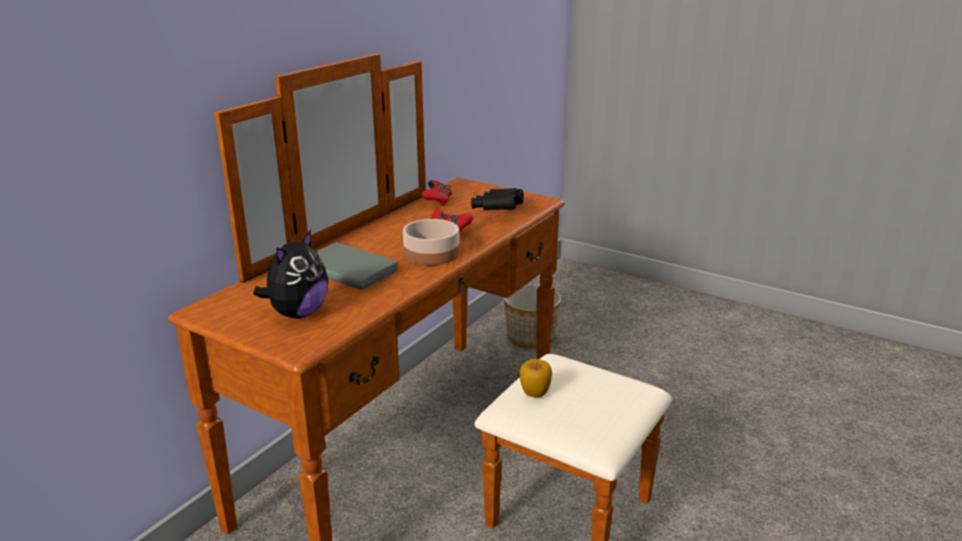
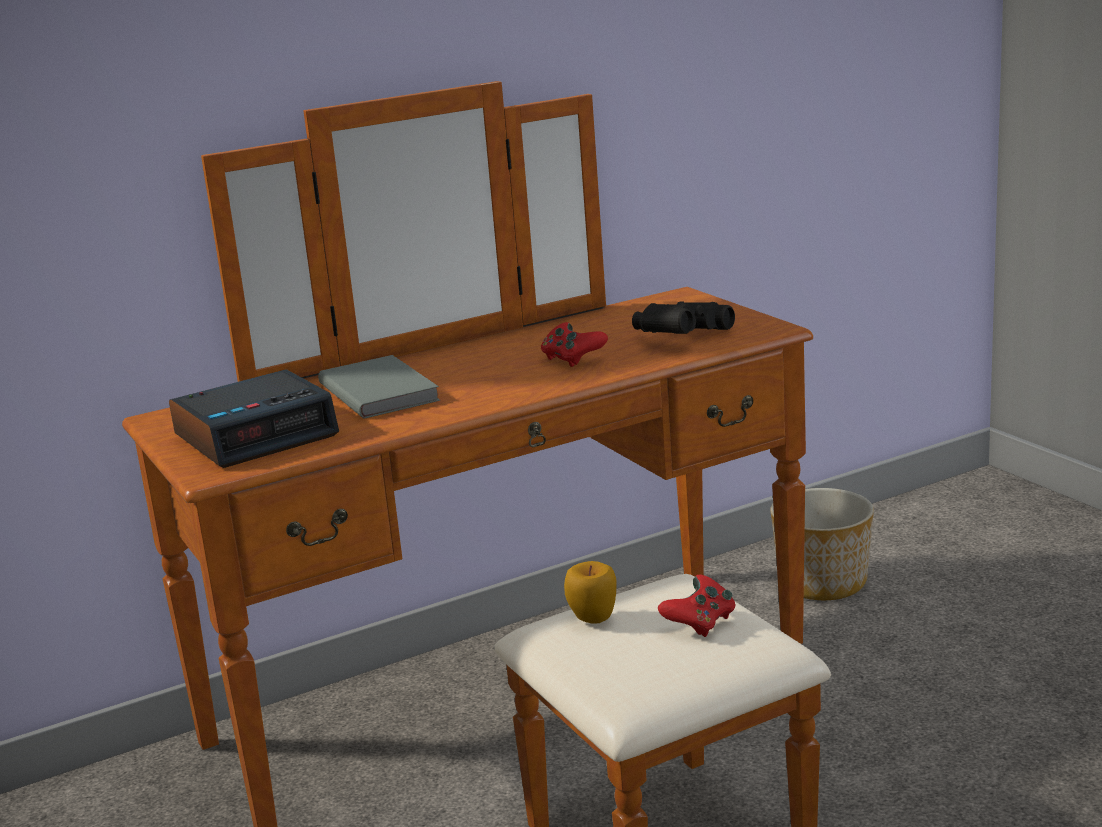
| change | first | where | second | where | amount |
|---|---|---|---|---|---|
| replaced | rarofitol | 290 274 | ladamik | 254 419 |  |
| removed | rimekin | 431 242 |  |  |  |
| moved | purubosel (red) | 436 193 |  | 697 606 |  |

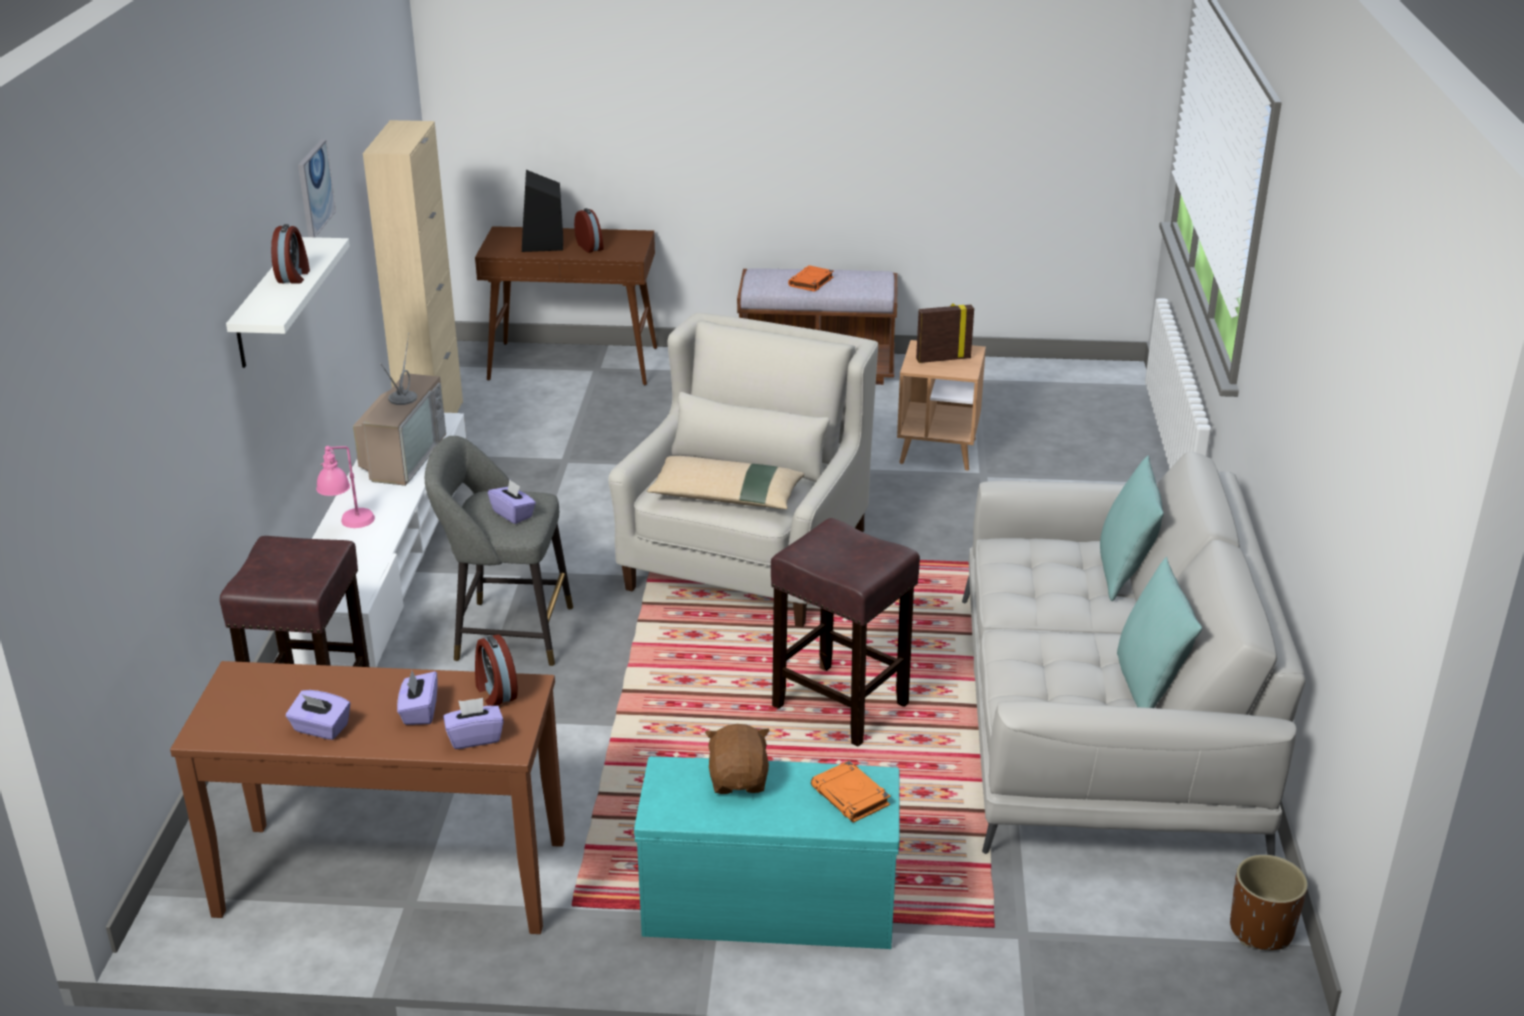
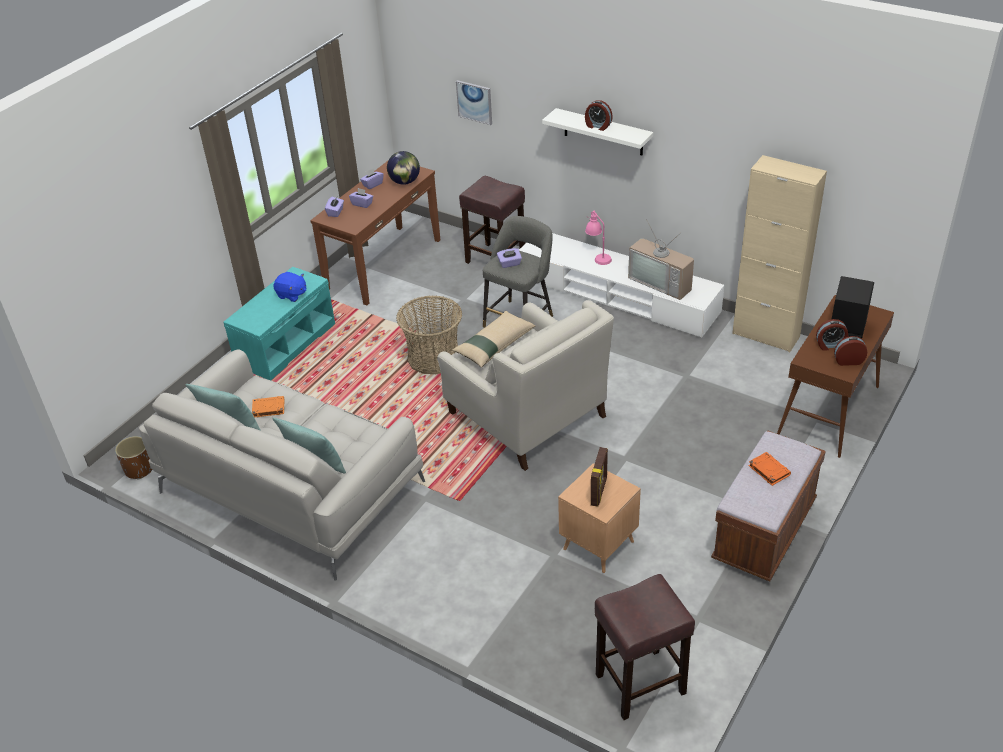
| change | first | where | second | where | amount |
|---|---|---|---|---|---|
| moved | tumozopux | 317 188 |  | 474 102 |  |
| moved | ladamik | 496 670 |  | 850 351 |  |
| recoloured | rarofitol (brown) | 737 759 | rarofitol (blue) | 289 287 |  |
| moved | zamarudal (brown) | 845 632 |  | 645 647 |  |
| moved | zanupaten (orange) | 850 792 |  | 268 407 |  |
| added |  |  | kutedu | 403 168 |  |
| added |  |  | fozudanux | 429 334 |  |

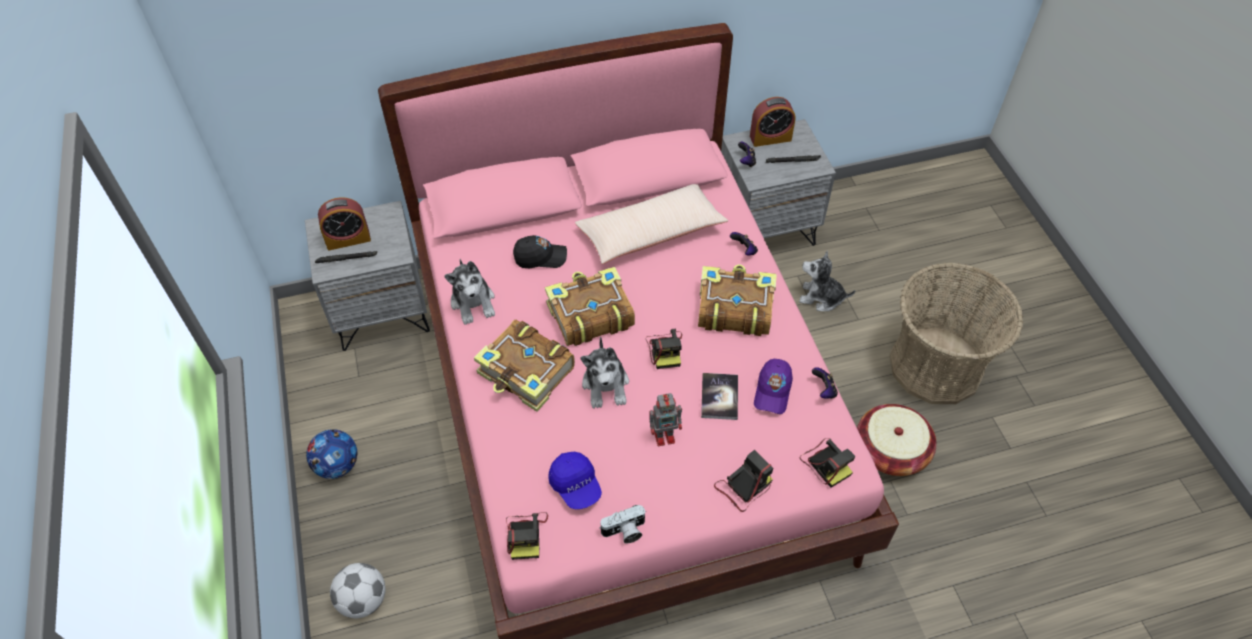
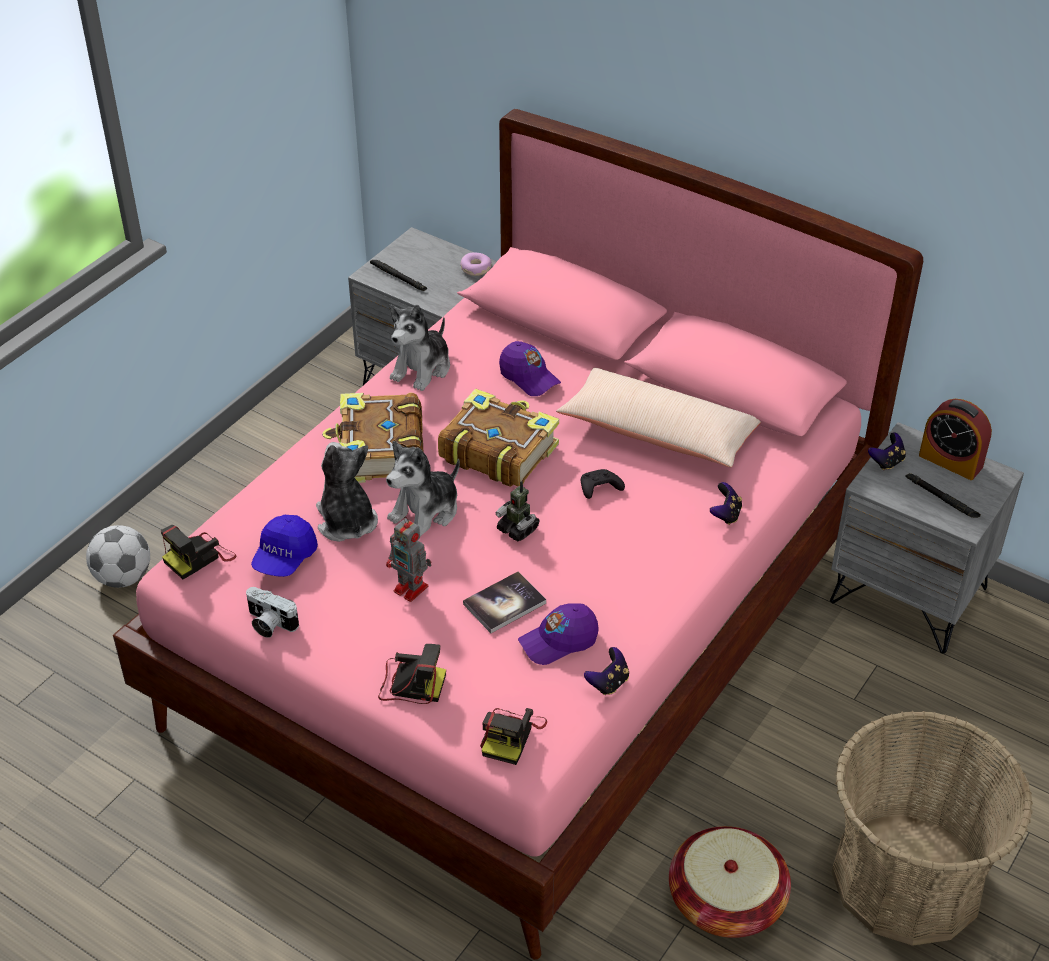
| change | first | where | second | where | amount |
|---|---|---|---|---|---|
| removed | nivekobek | 331 454 |  |  |  |
| removed | ladamik | 344 223 |  |  |  |
| recoloured | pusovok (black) | 540 251 | pusovok (purple) | 530 368 |  |
| replaced | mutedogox | 664 349 | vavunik | 518 511 |  |
| removed | zanupaten | 737 300 |  |  |  |
| moved | rarofitol | 827 281 |  | 347 492 |  |
| added |  |  | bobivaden | 476 264 |  |
| added |  |  | purubosel (black) | 603 484 |  |

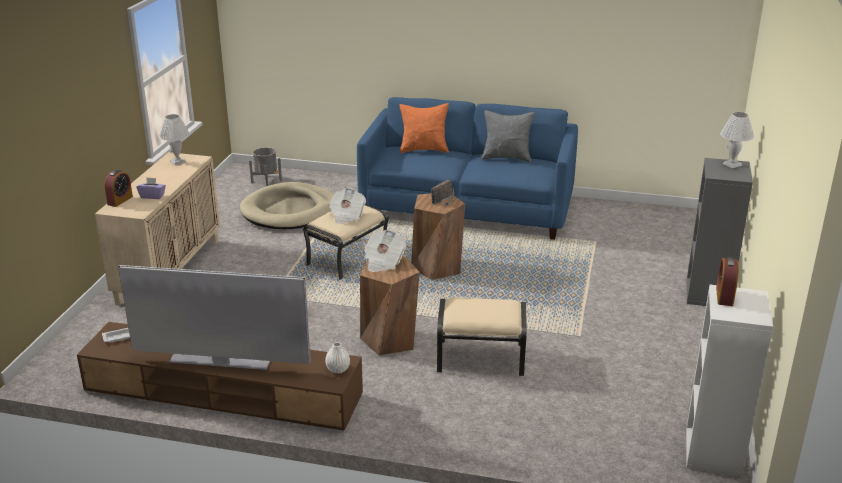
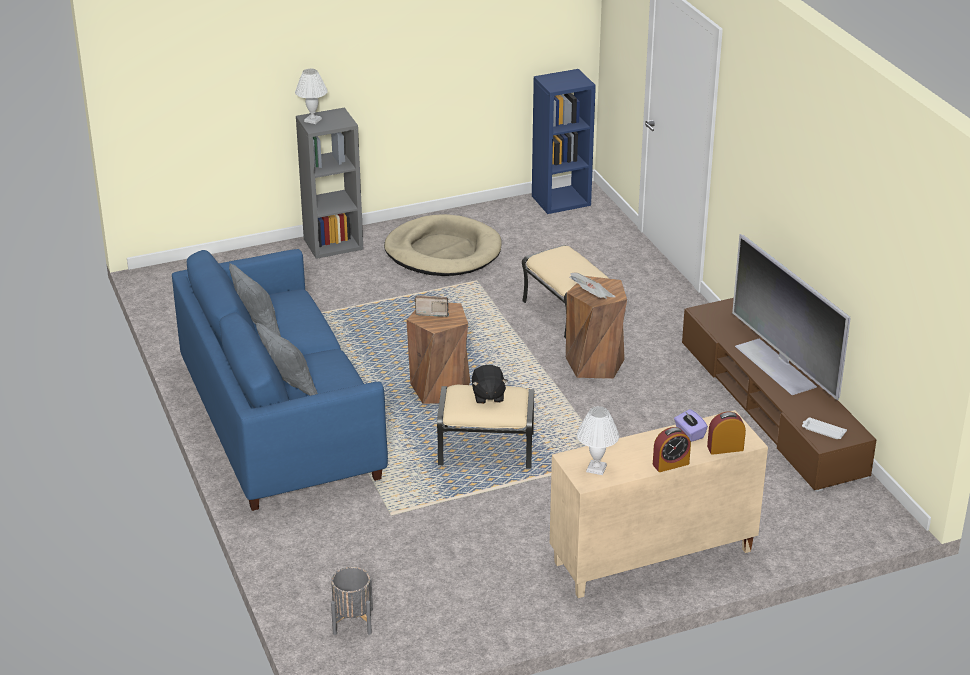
| change | first | where | second | where | amount |
|---|---|---|---|---|---|
| moved | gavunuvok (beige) | 287 205 |  | 443 245 |  |
| removed | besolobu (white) | 337 358 |  |  |  |
| replaced | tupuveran | 347 206 | rarofitol (black) | 489 384 |  |
| recoloured | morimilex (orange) | 424 128 | morimilex (grey) | 287 359 |  |
| recoloured | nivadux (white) | 729 381 | nivadux (blue) | 564 141 |  |
| moved | ladamik | 727 281 |  | 672 449 |  |

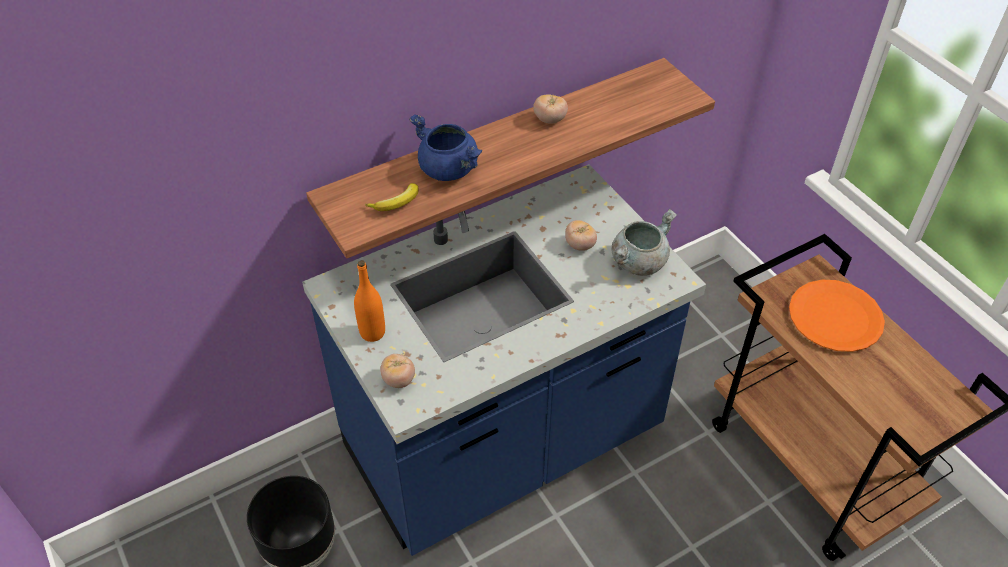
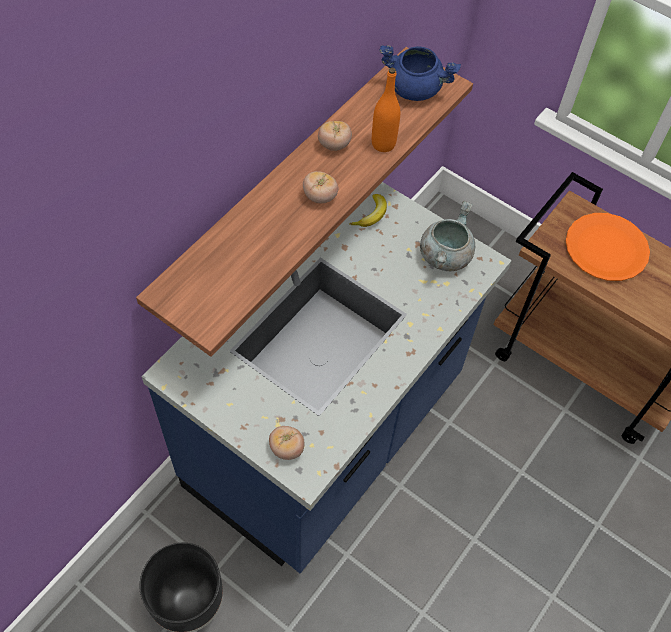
| change | first | where | second | where | amount |
|---|---|---|---|---|---|
| moved | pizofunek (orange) | 369 301 |  | 386 109 |  |
| moved | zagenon | 392 197 |  | 368 210 |  |
| moved | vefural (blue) | 446 148 |  | 420 73 |  |
| moved | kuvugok | 581 235 |  | 321 187 |  |

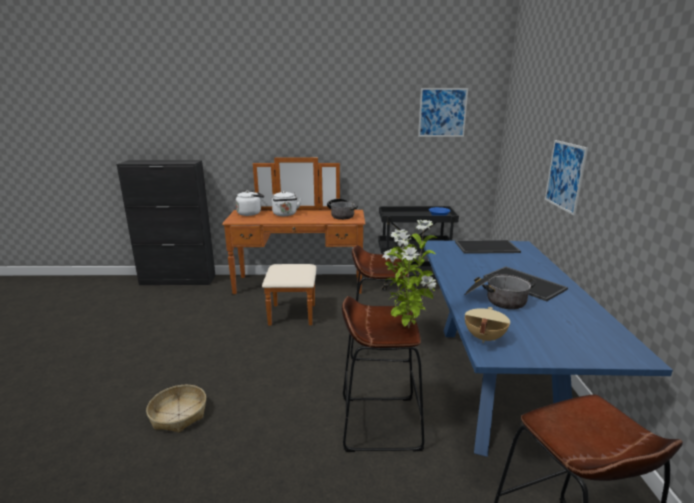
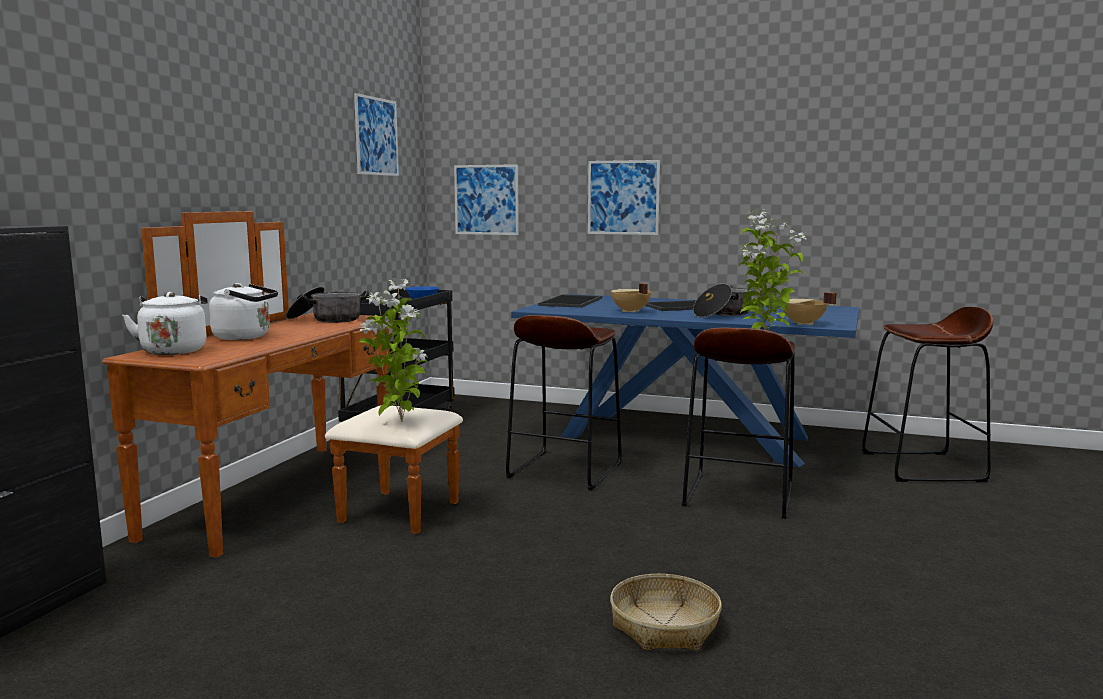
| change | first | where | second | where | amount |
|---|---|---|---|---|---|
| added |  |  | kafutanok | 393 350 |  |
| added |  |  | tumozopux | 486 199 |  |
| added |  |  | vefural (beige) | 631 298 |  |

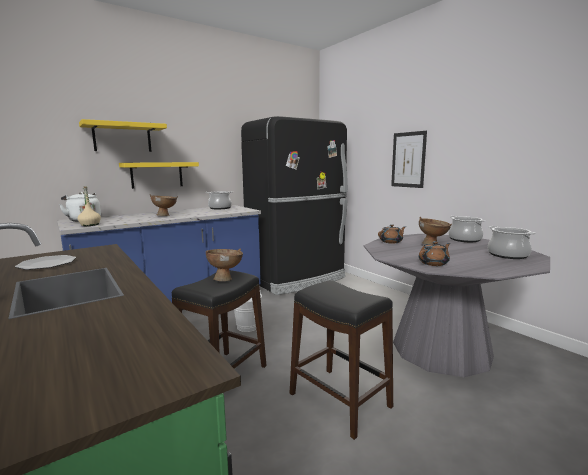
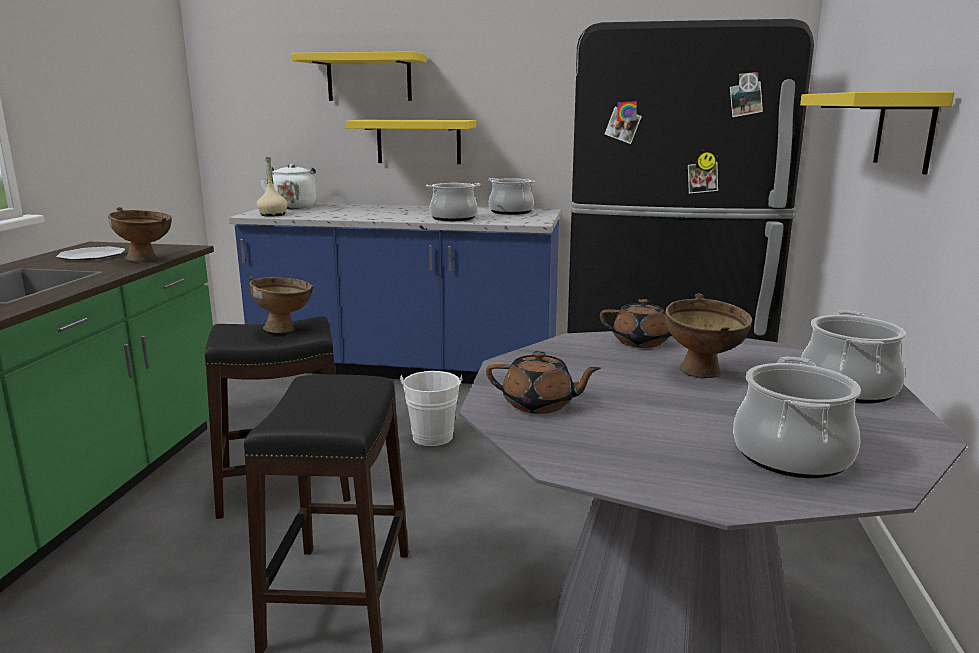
| change | first | where | second | where | amount |
|---|---|---|---|---|---|
| moved | rimekin (brown) | 164 205 |  | 140 234 |  |
| replaced | tumozopux | 409 159 | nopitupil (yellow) | 877 133 |  |
| added |  |  | vefural | 453 202 |  |

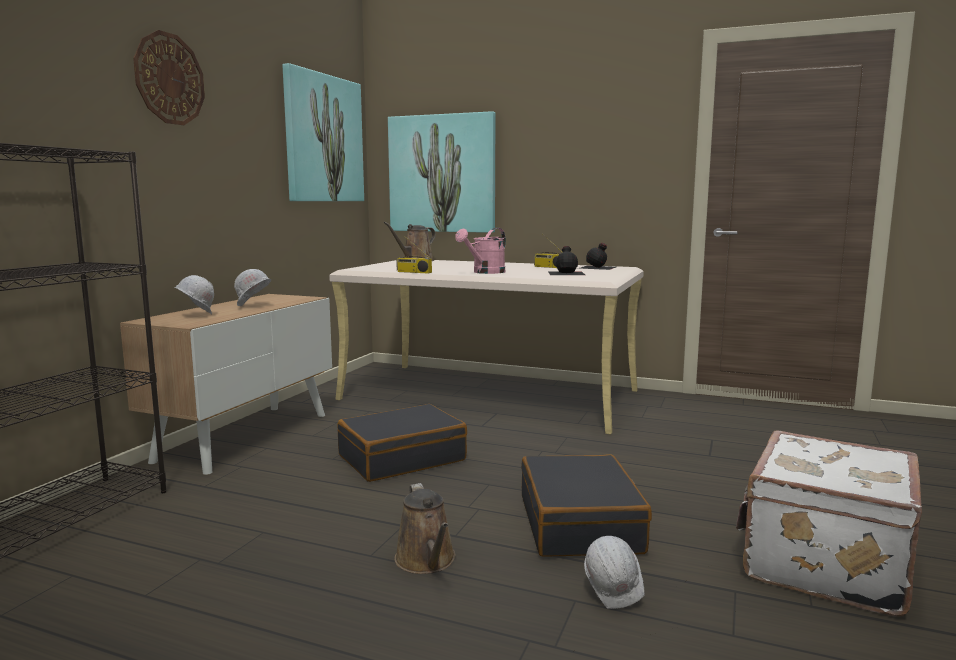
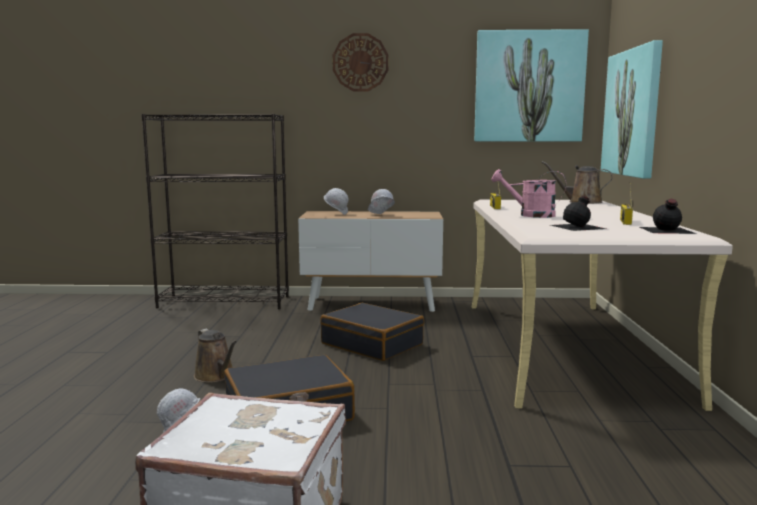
| change | first | where | second | where | amount |
|---|---|---|---|---|---|
| turned | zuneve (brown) | 425 528 |  | 215 356 | 90 degrees counterclockwise |

